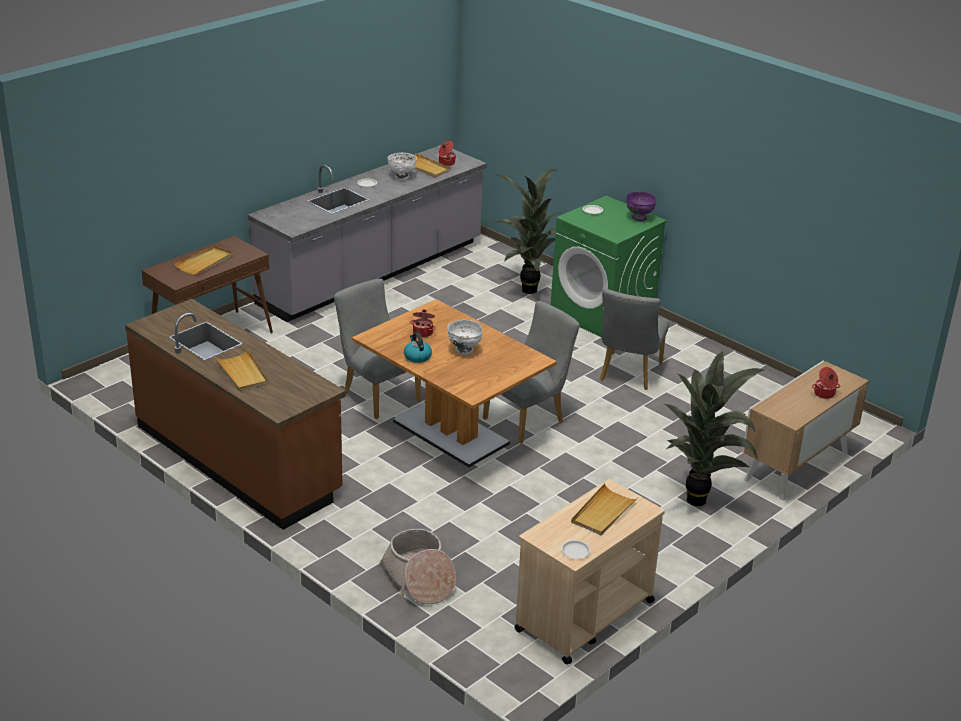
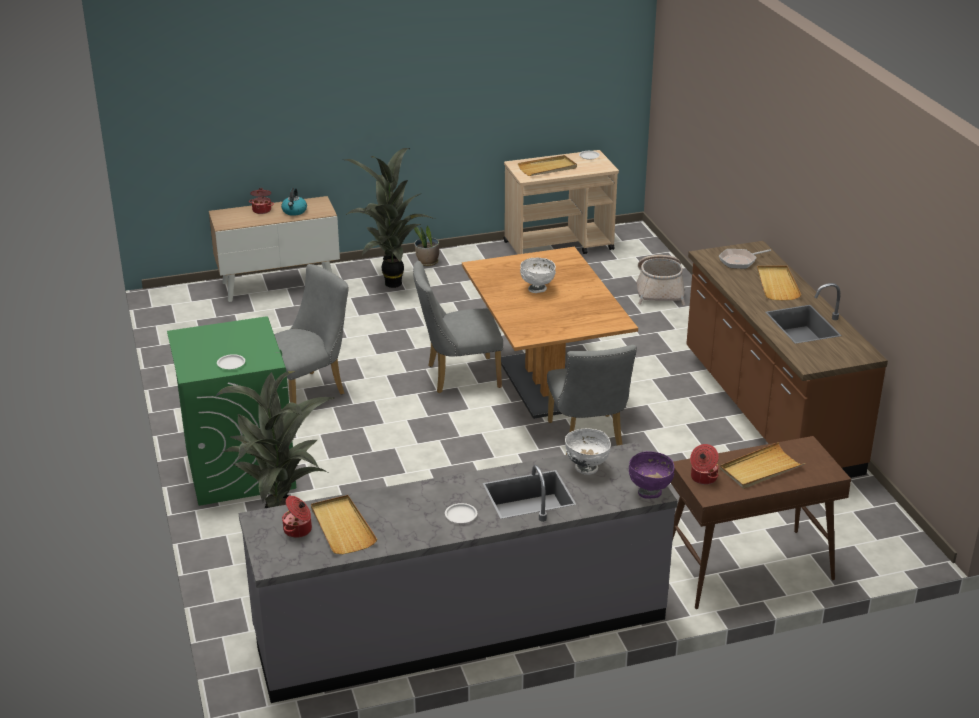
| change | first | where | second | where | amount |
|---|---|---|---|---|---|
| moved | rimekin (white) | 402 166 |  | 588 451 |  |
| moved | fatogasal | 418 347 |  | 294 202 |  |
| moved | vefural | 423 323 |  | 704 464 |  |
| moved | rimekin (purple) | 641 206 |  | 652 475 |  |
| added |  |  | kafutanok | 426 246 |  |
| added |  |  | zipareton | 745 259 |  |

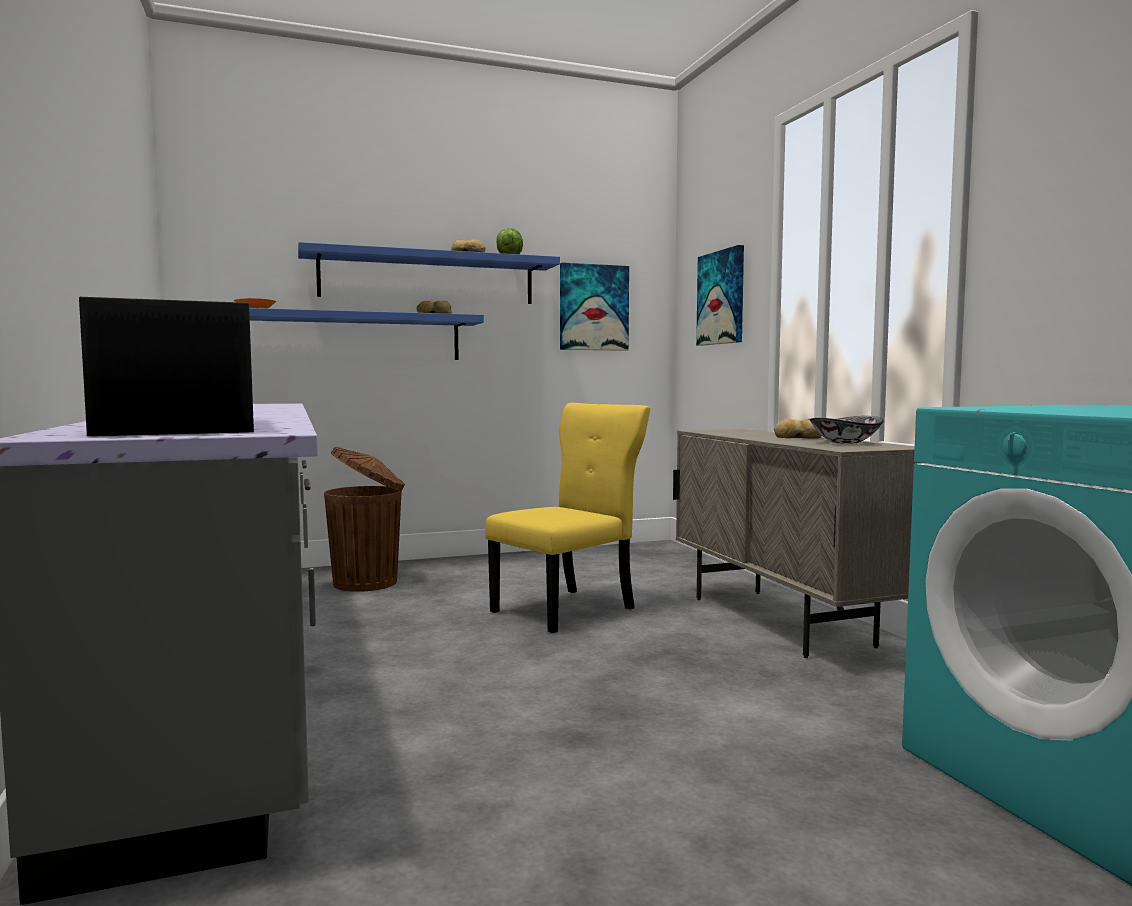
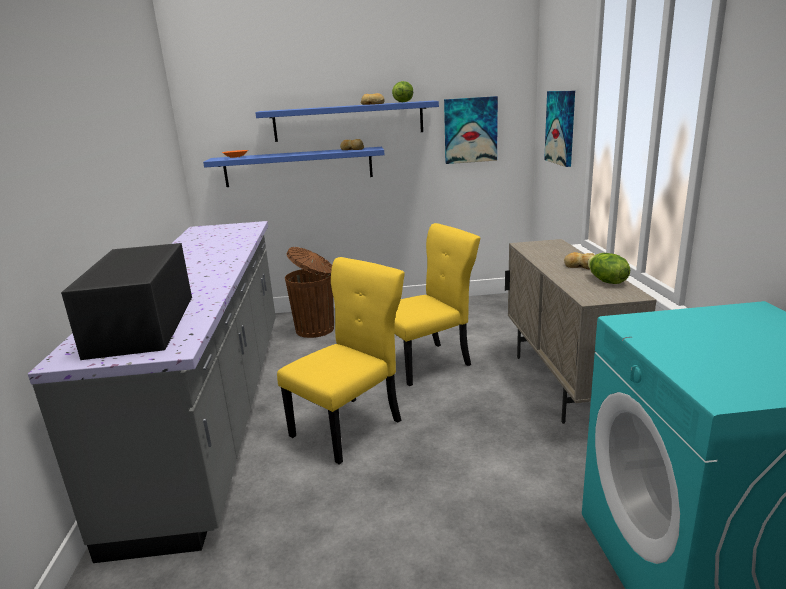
| change | first | where | second | where | amount |
|---|---|---|---|---|---|
| replaced | rimekin | 847 429 | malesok | 609 268 |  |
| added |  |  | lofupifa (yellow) | 341 360 |  |

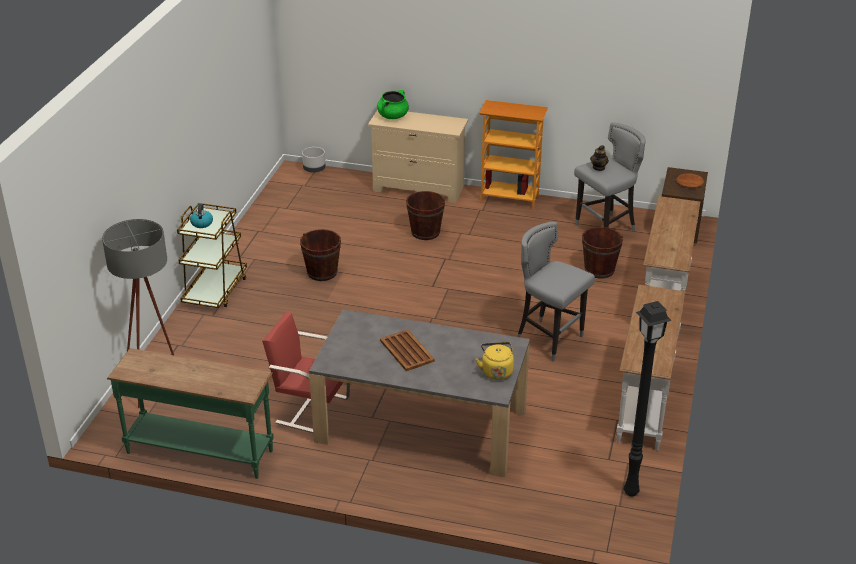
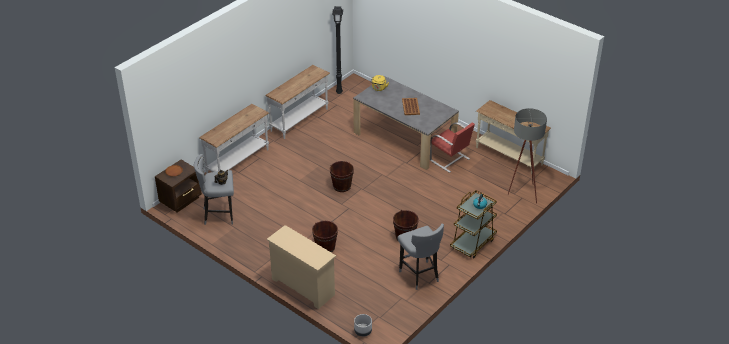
| change | first | where | second | where | amount |
|---|---|---|---|---|---|
| recoloured | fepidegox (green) | 190 413 | fepidegox (beige) | 513 137 |  |
| removed | vefural (green) | 393 104 |  |  |  |
| removed | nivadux | 513 154 |  |  |  |
| moved | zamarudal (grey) | 556 292 |  | 421 257 |  |
| moved | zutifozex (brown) | 602 253 |  | 342 176 |  |

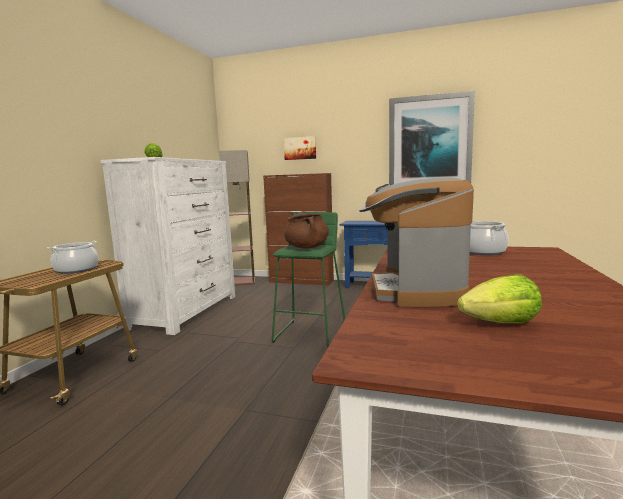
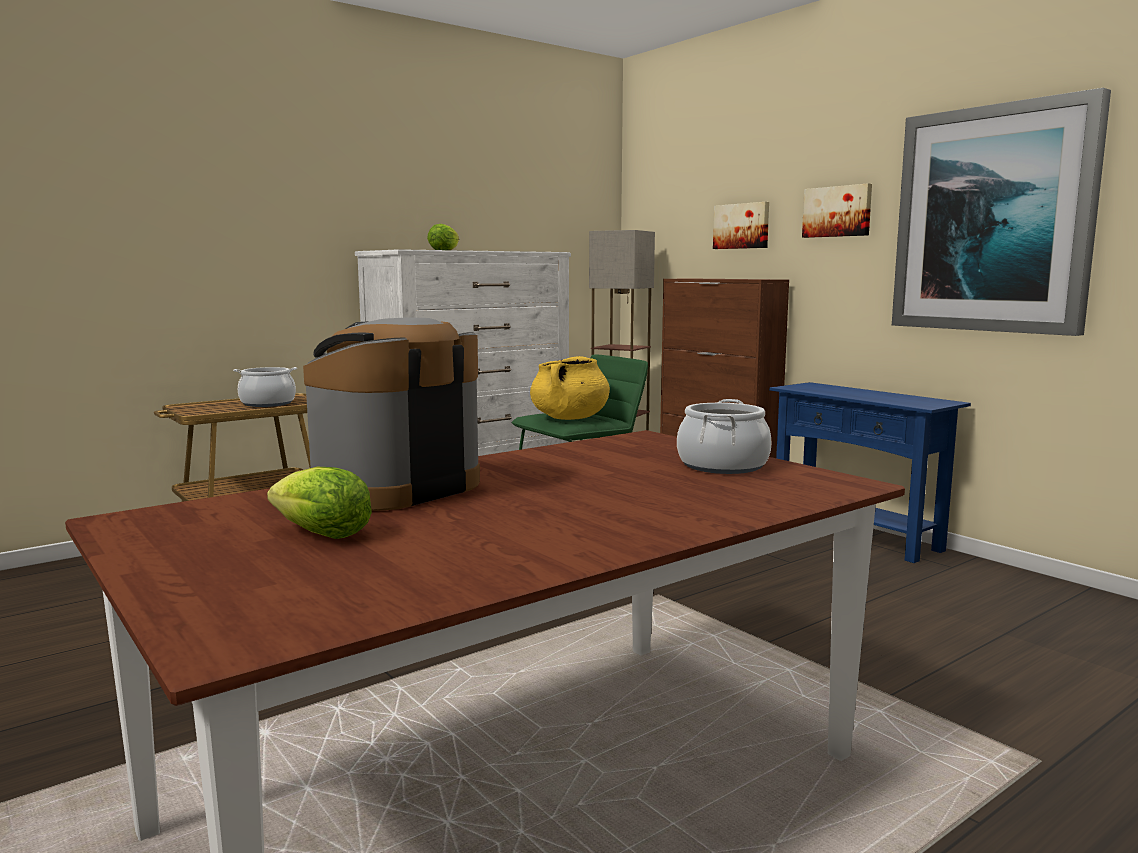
| change | first | where | second | where | amount |
|---|---|---|---|---|---|
| recoloured | vefural (brown) | 306 231 | vefural (yellow) | 570 388 |  |
| added |  |  | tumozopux | 837 210 |  |

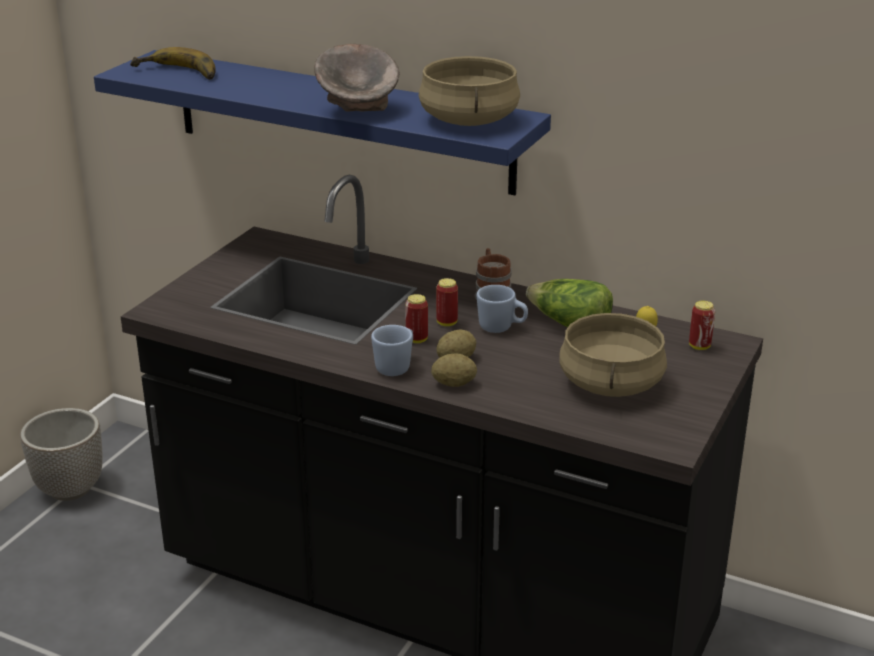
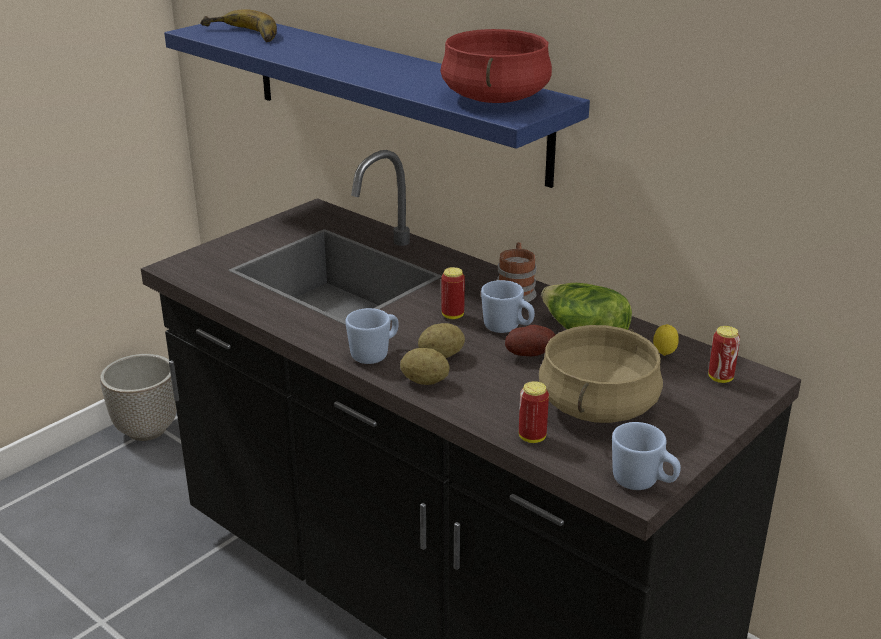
| change | first | where | second | where | amount |
|---|---|---|---|---|---|
| removed | rimekin (grey) | 356 77 |  |  |  |
| moved | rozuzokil | 416 318 |  | 534 412 |  |
| recoloured | vefural (beige) | 469 91 | vefural (red) | 496 66 |  |
| added |  |  | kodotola | 530 340 |  |
| added |  |  | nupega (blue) | 646 456 |  |

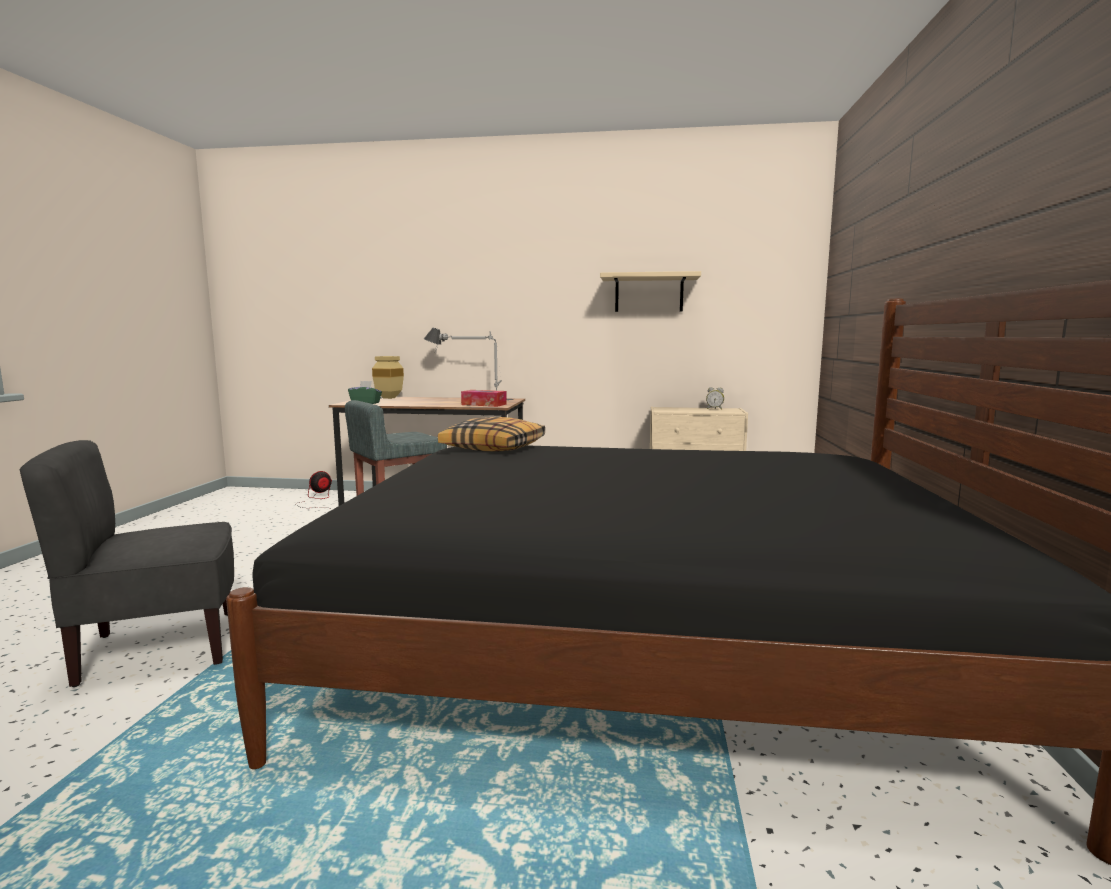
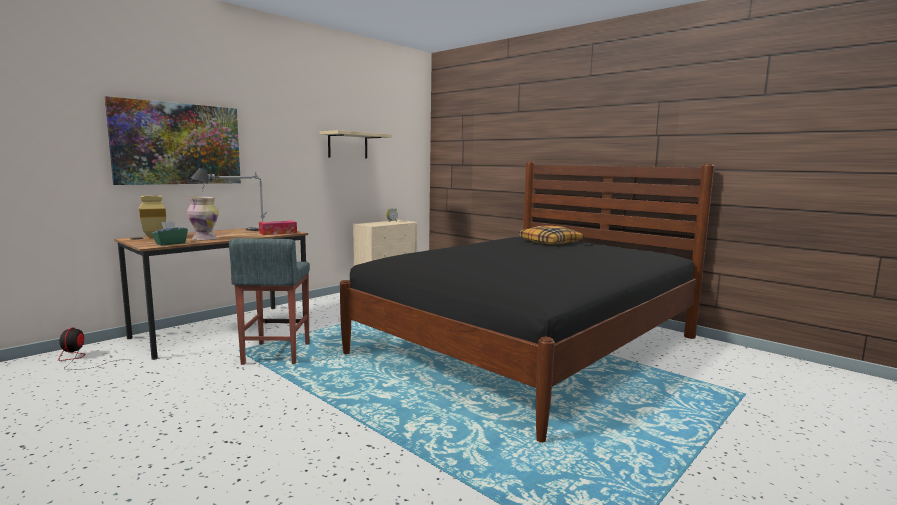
| change | first | where | second | where | amount |
|---|---|---|---|---|---|
| removed | lofupifa (grey) | 126 563 |  |  |  |
| moved | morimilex | 491 434 |  | 551 235 |  |
| added |  |  | tumozopux | 173 140 |  |
| added |  |  | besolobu | 203 218 |  |

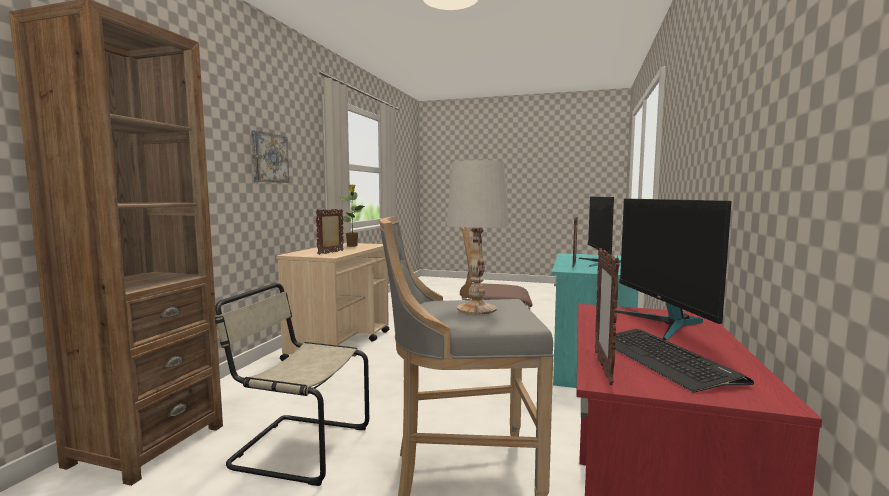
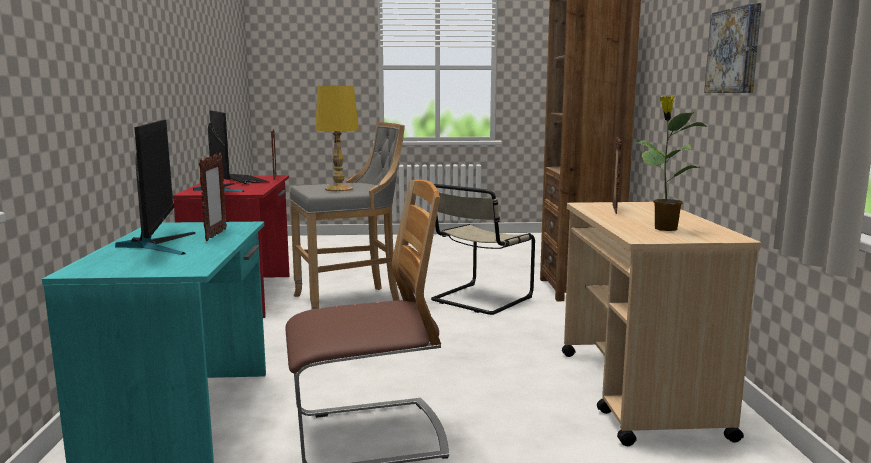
| change | first | where | second | where | amount |
|---|---|---|---|---|---|
| turned | lofupifa (beige) | 292 384 |  | 483 249 | 135 degrees clockwise |
| recoloured | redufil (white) | 477 237 | redufil (yellow) | 337 138 |  |

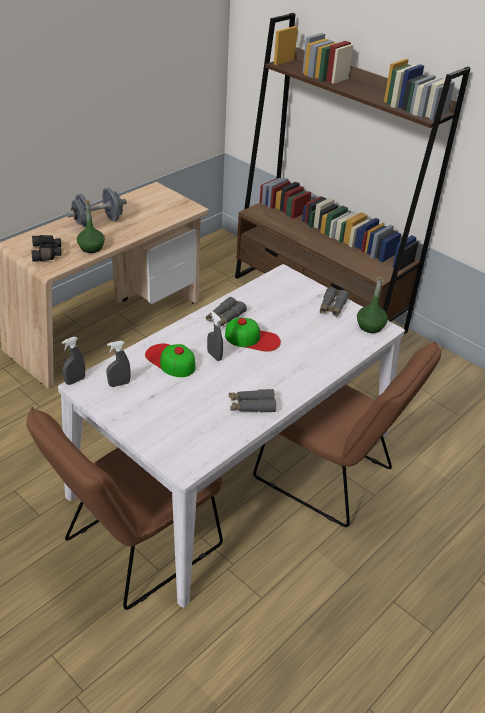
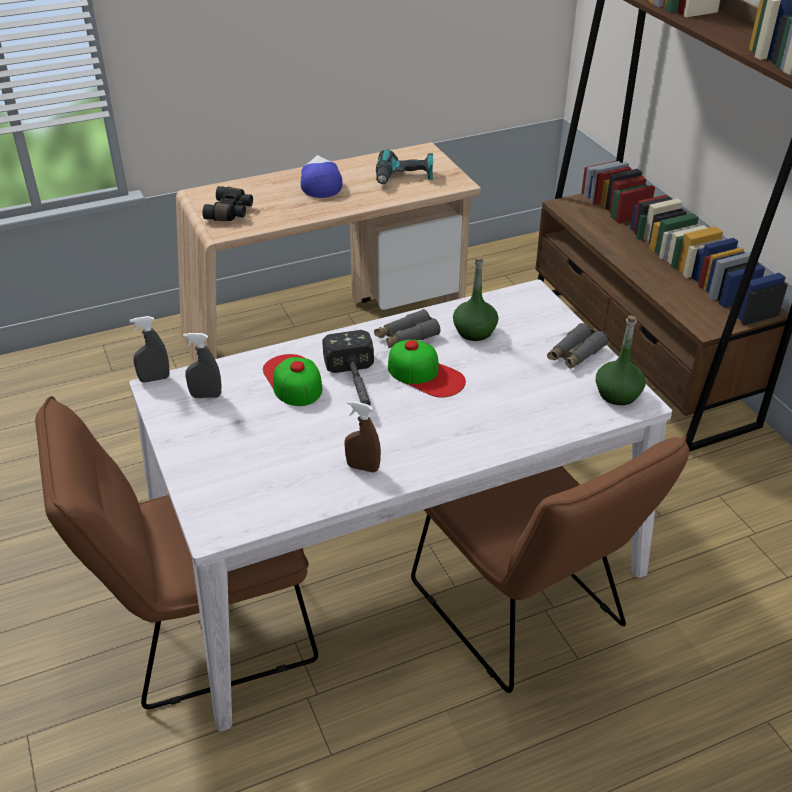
| change | first | where | second | where | amount |
|---|---|---|---|---|---|
| replaced | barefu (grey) | 97 208 | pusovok | 322 176 |  |
| moved | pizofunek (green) | 91 226 |  | 475 298 |  |
| replaced | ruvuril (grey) | 215 336 | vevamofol | 348 367 |  |
| replaced | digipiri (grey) | 252 400 | ruvuril (brown) | 362 436 |  |
| added |  |  | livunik | 404 166 |  |

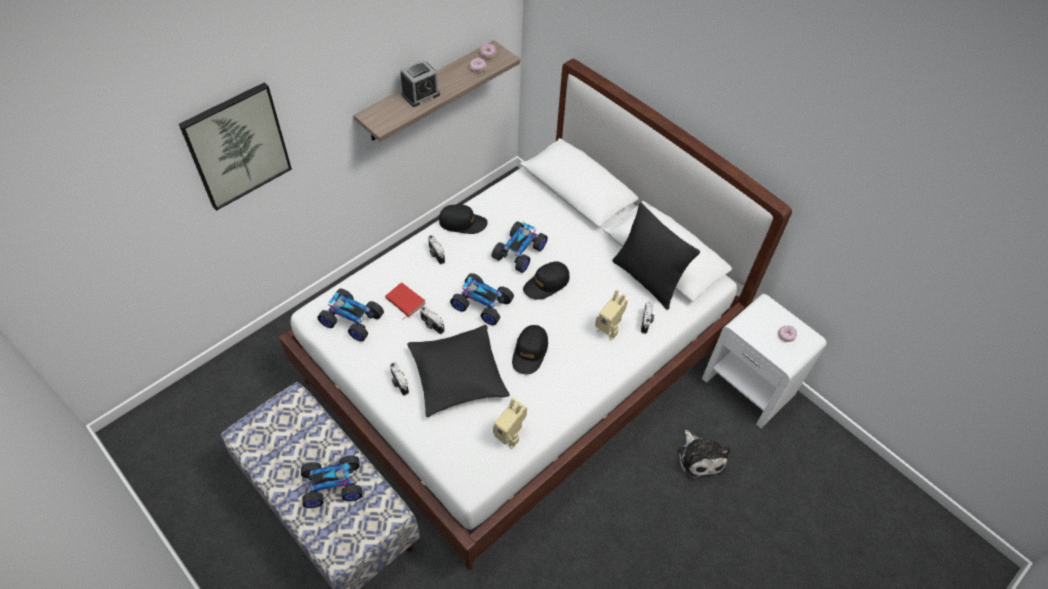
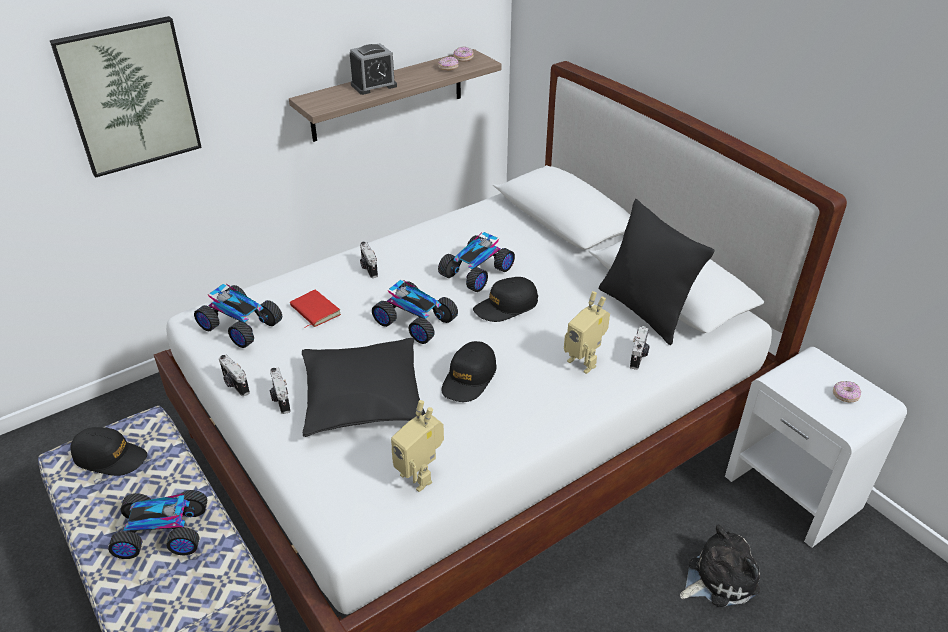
| change | first | where | second | where | amount |
|---|---|---|---|---|---|
| moved | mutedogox | 432 320 |  | 234 375 |  |
| moved | pusovok (black) | 463 219 |  | 108 451 |  |
| turned | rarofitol | 704 454 |  | 720 565 | 105 degrees counterclockwise |

